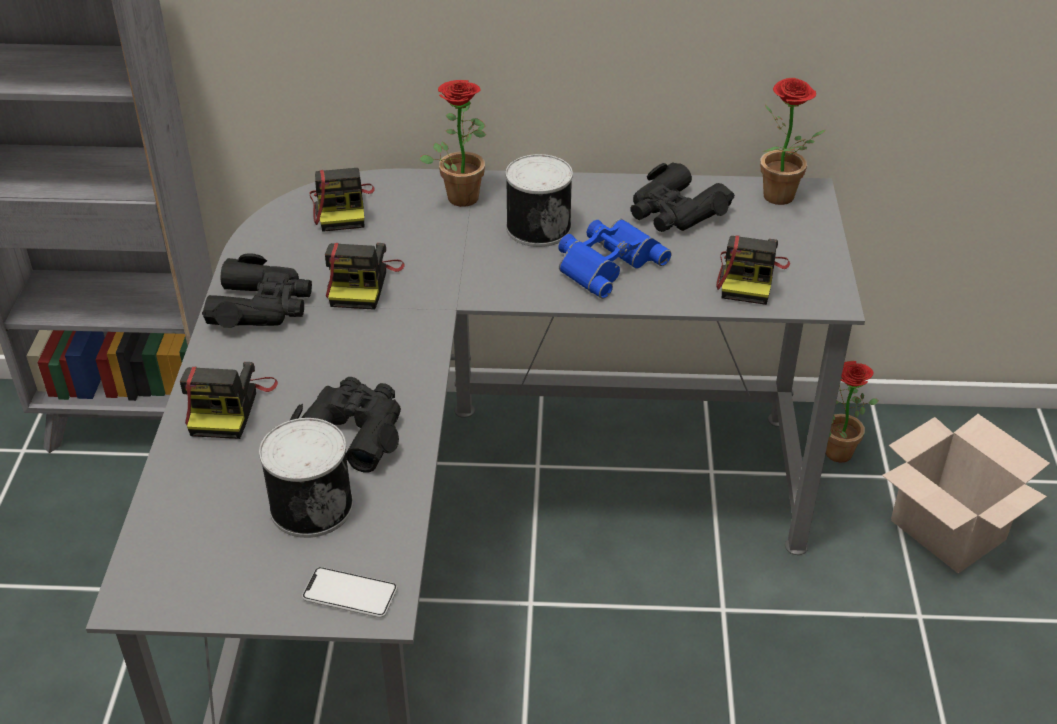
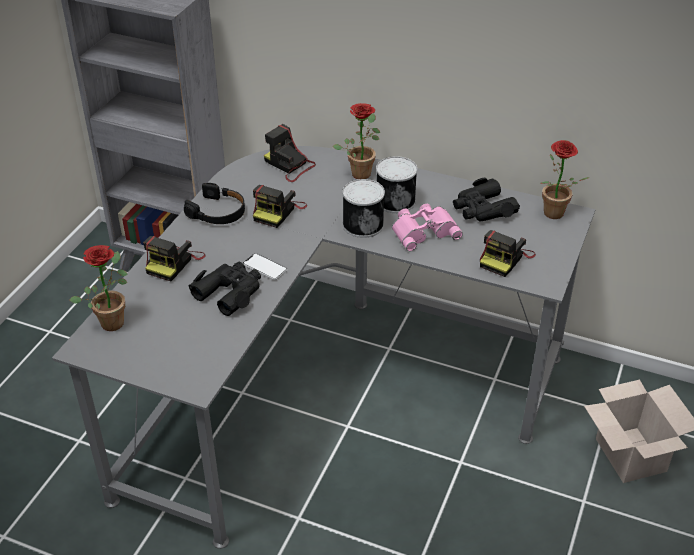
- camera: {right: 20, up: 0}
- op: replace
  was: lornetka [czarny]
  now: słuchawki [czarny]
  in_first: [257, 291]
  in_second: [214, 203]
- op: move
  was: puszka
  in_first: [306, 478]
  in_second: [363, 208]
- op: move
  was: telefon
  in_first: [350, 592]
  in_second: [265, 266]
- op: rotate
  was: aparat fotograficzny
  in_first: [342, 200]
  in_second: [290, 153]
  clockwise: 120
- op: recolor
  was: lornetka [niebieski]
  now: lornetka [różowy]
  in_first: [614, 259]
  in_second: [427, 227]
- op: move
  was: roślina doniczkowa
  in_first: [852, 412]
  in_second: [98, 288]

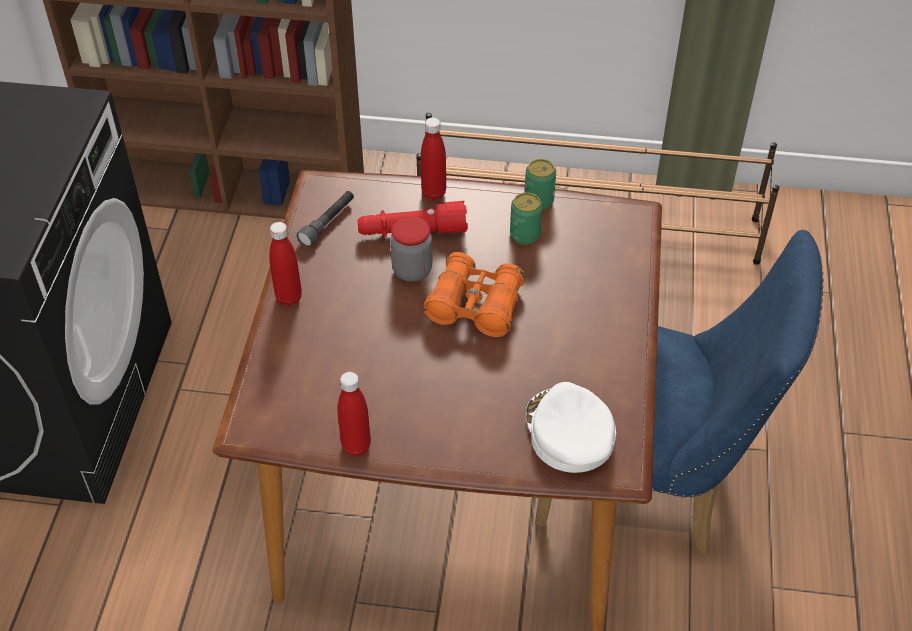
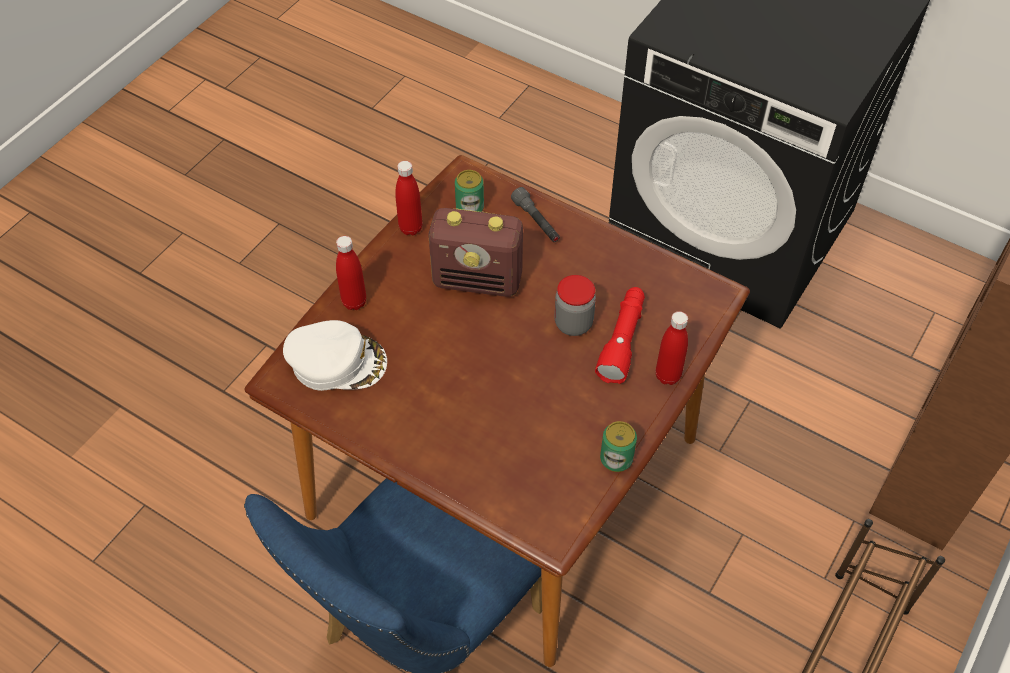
- camera: {right: 115, up: 5}
- op: move
  was: butelka [czerwony]
  in_first: [285, 264]
  in_second: [351, 273]
- op: move
  was: latarka [szary]
  in_first: [325, 219]
  in_second: [535, 214]
- op: delete
  was: lornetka [pomarańczowy]
  in_first: [474, 294]
- op: move
  was: puszka
  in_first: [526, 218]
  in_second: [469, 191]
- op: insert
  now: radio
  in_second: [475, 252]

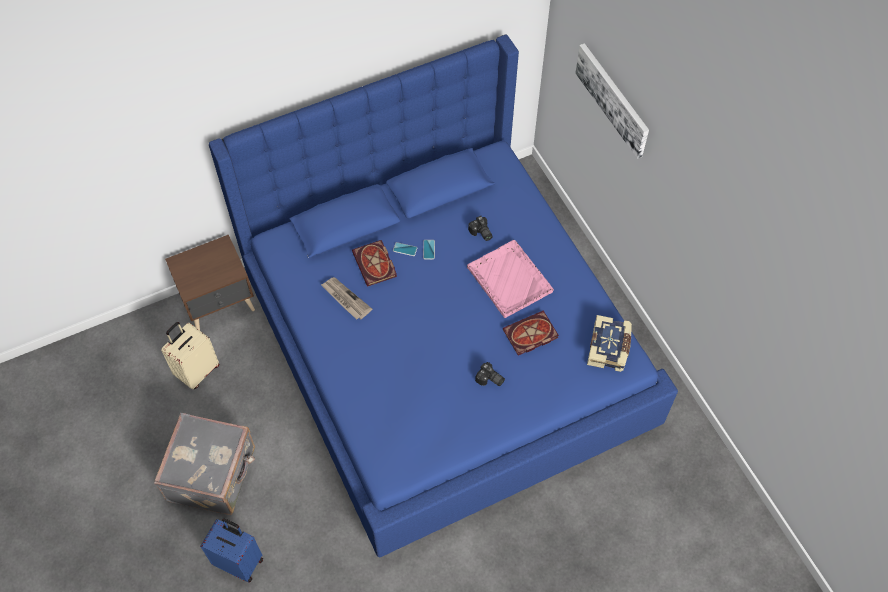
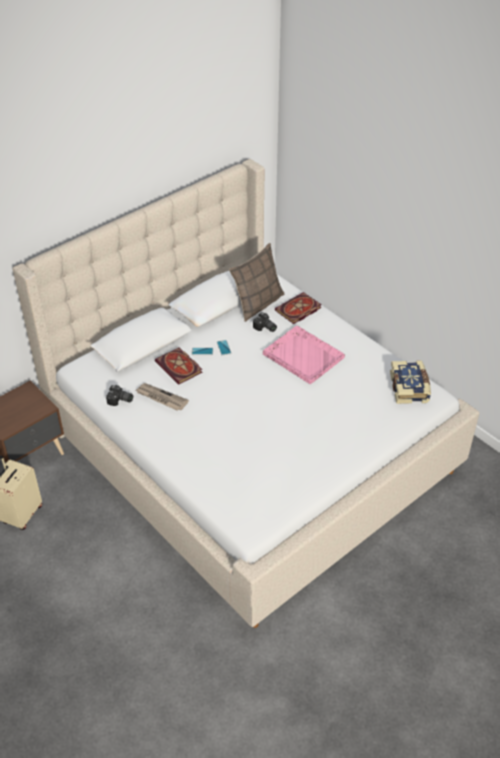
- camera: {right: -15, up: -15}
- op: delete
  was: walizka [szary]
  in_first: [204, 464]
- op: delete
  was: walizka [niebieski]
  in_first: [231, 550]
- op: recolor
  was: łóżko [niebieski]
  now: łóżko [beżowy]
  in_first: [443, 296]
  in_second: [245, 393]
- op: move
  was: aparat fotograficzny
  in_first: [490, 374]
  in_second: [119, 395]
- op: move
  was: książka
  in_first: [531, 333]
  in_second: [298, 308]
- op: delete
  was: obraz
  in_first: [612, 101]
- op: insert
  now: poduszka
  in_second: [256, 282]

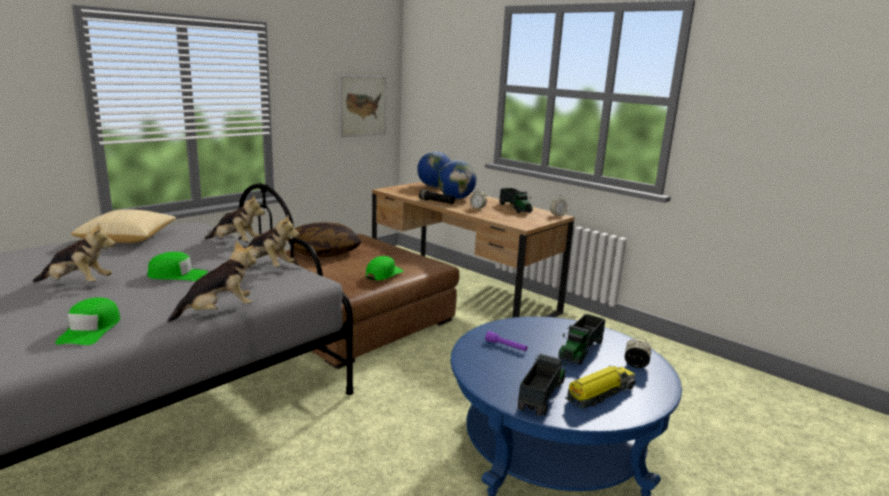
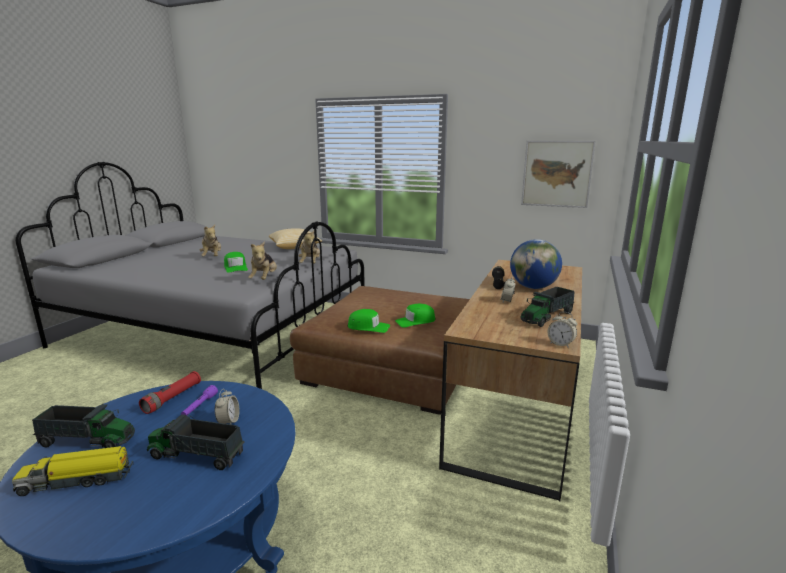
- camera: {right: 70, up: 0}
- op: move
  was: czapka z daszkiem [zielony]
  in_first: [87, 321]
  in_second: [415, 316]
- op: delete
  was: pluszak
  in_first: [212, 282]
- op: delete
  was: poduszka
  in_first: [324, 239]
- op: delete
  was: globus
  in_first: [434, 169]
- op: rotate
  was: ciężarówka zabawkowa
  in_first: [600, 386]
  in_second: [73, 471]
  clockwise: 135
- op: move
  was: budzik
  in_first: [638, 352]
  in_second: [227, 407]
- op: insert
  now: latarka [czerwony]
  in_second: [170, 392]

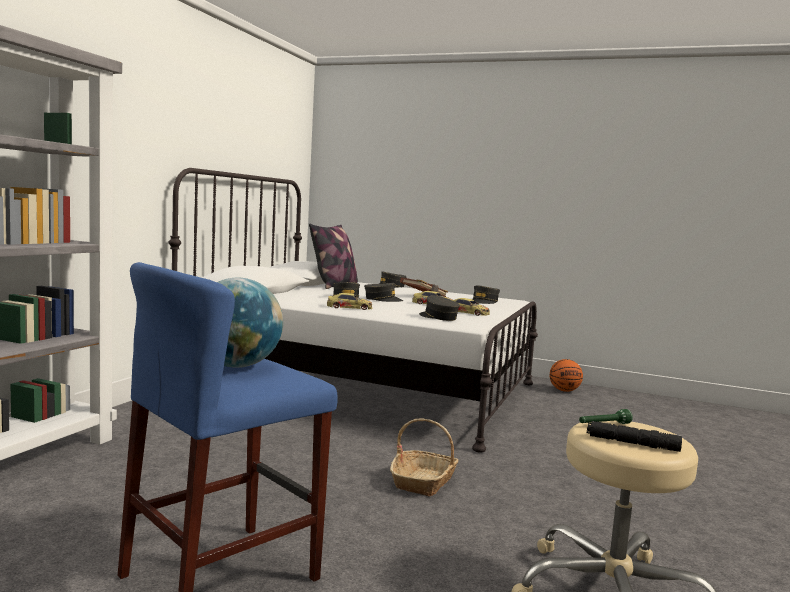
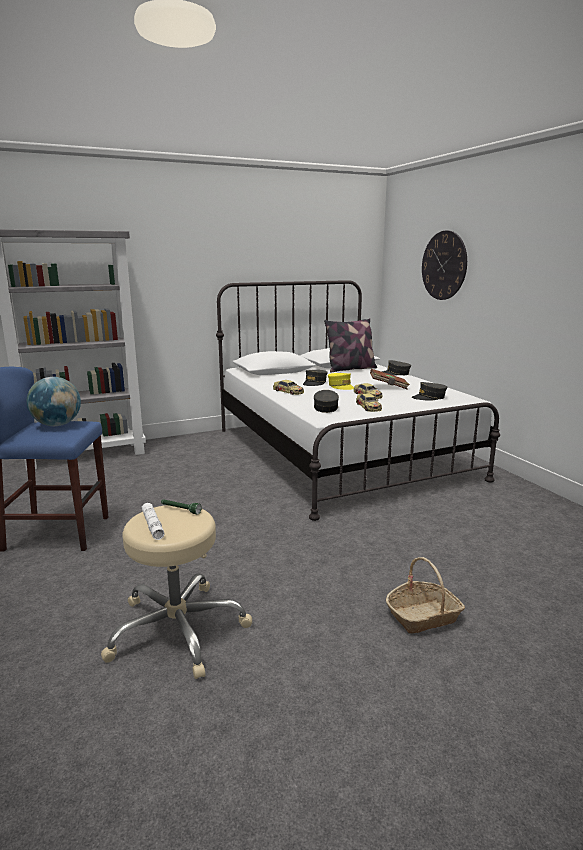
- camera: {right: 45, up: 10}
- op: recolor
  was: czapka z daszkiem [szary]
  now: czapka z daszkiem [żółty]
  in_first: [384, 292]
  in_second: [341, 381]
- op: move
  was: koszyk
  in_first: [424, 458]
  in_second: [425, 595]
- op: delete
  was: piłka do koszykówki
  in_first: [566, 375]
- op: recolor
  was: latarka [czarny]
  now: latarka [biały]
  in_first: [634, 436]
  in_second: [152, 521]
- op: insert
  now: zegar ścienny
  in_second: [444, 265]

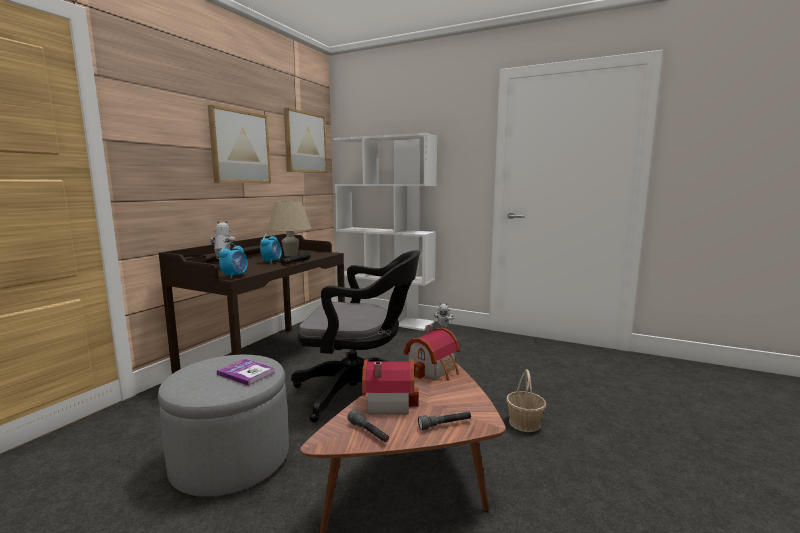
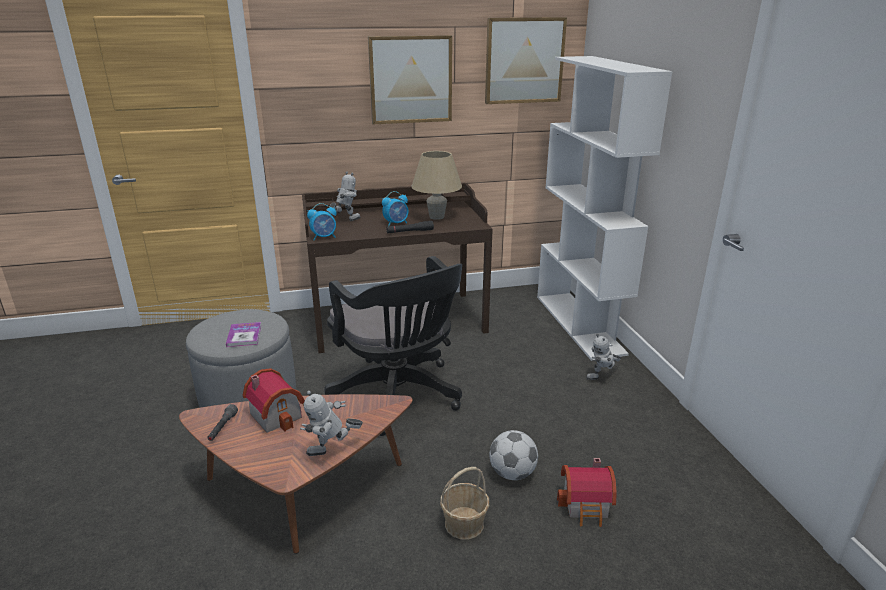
- camera: {right: 50, up: 15}
- op: move
  was: domek
  in_first: [432, 352]
  in_second: [587, 492]
- op: delete
  was: latarka [szary]
  in_first: [444, 421]
- op: insert
  now: robot zabawkowy
  in_second: [331, 423]
- op: insert
  now: piłka futbolowa
  in_second: [513, 455]

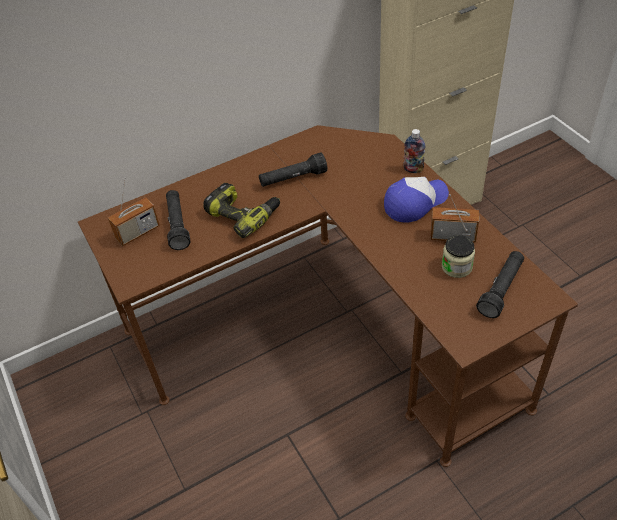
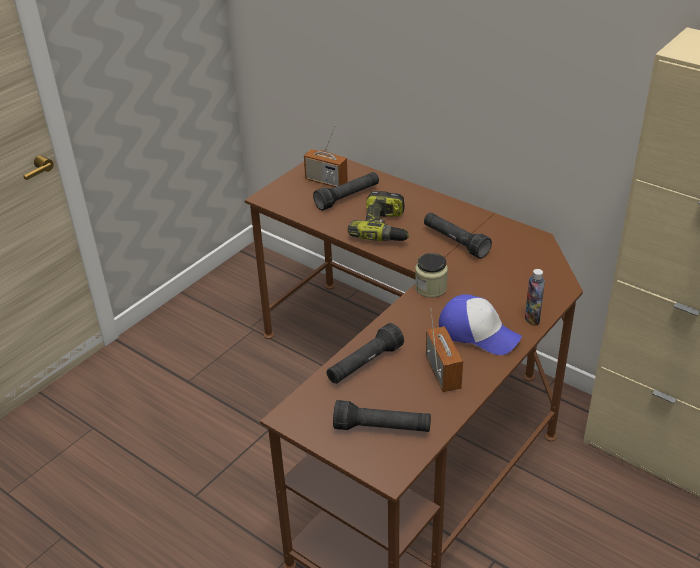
- camera: {right: 65, up: -10}
- op: move
  was: słoik
  in_first: [458, 256]
  in_second: [431, 275]
- op: insert
  now: latarka [czarny]
  in_second: [365, 353]

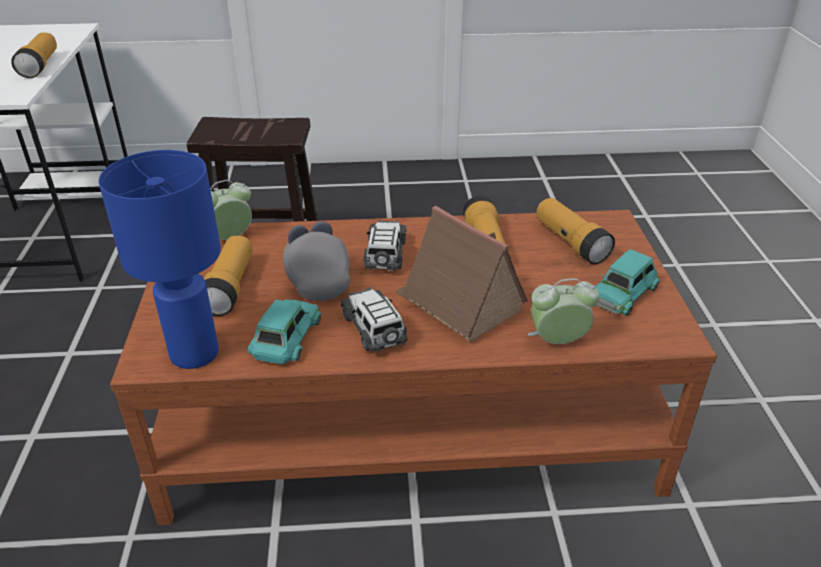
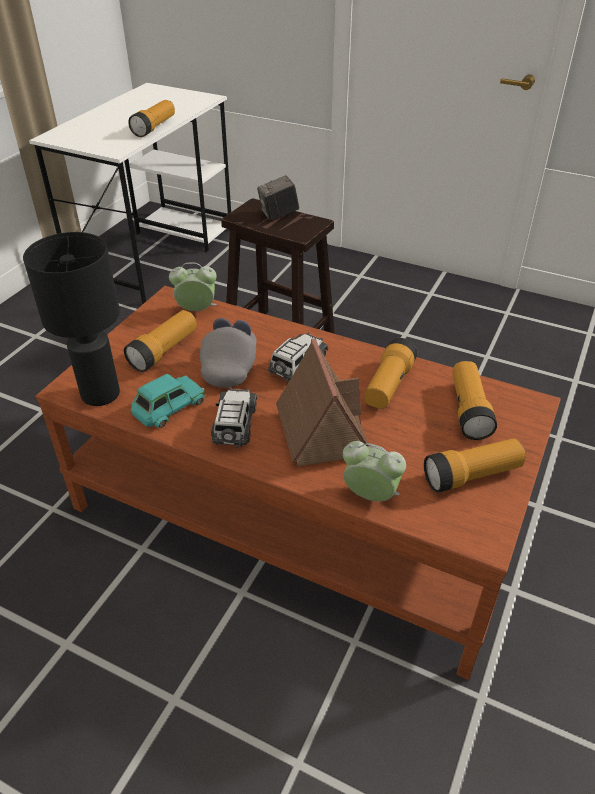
- camera: {right: 30, up: 5}
- op: recolor
  was: lampa stołowa [niebieski]
  now: lampa stołowa [czarny]
  in_first: [160, 259]
  in_second: [71, 319]
- op: replace
  was: samochodzik [turkusowy]
  now: latarka
  in_first: [627, 282]
  in_second: [475, 465]
- op: insert
  now: aparat fotograficzny
  in_second: [278, 198]

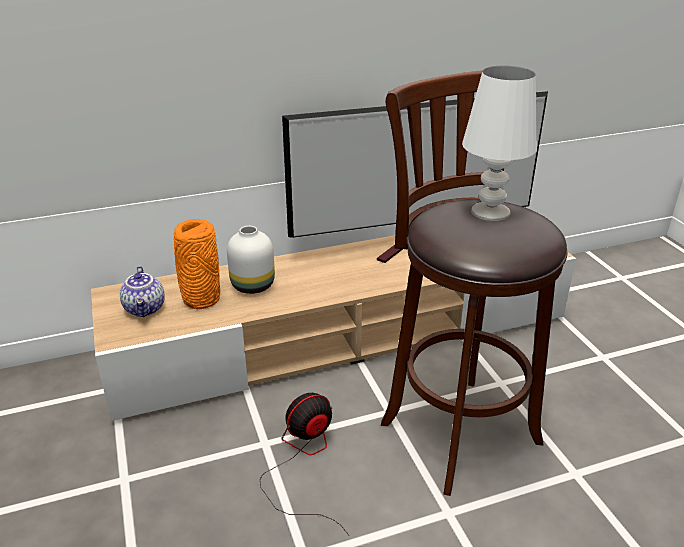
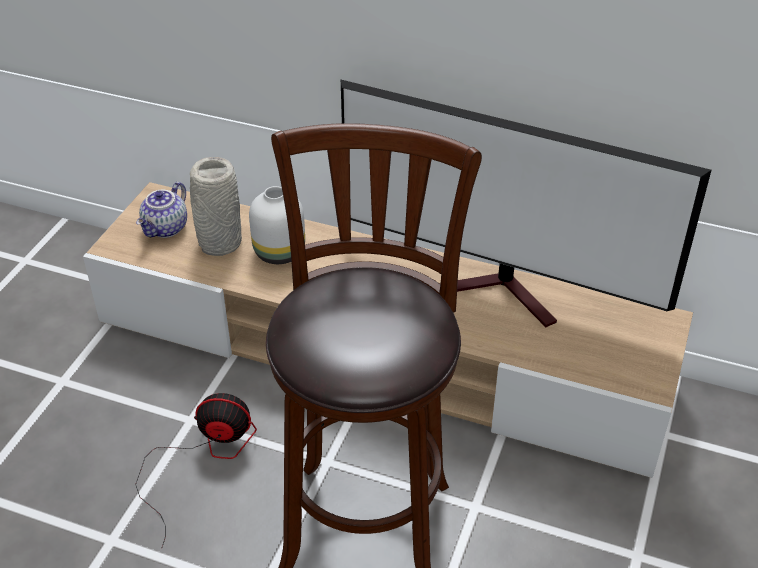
- camera: {right: 40, up: 10}
- op: recolor
  was: wazon [pomarańczowy]
  now: wazon [szary]
  in_first: [197, 264]
  in_second: [216, 206]
- op: delete
  was: lampa stołowa [biały]
  in_first: [499, 143]

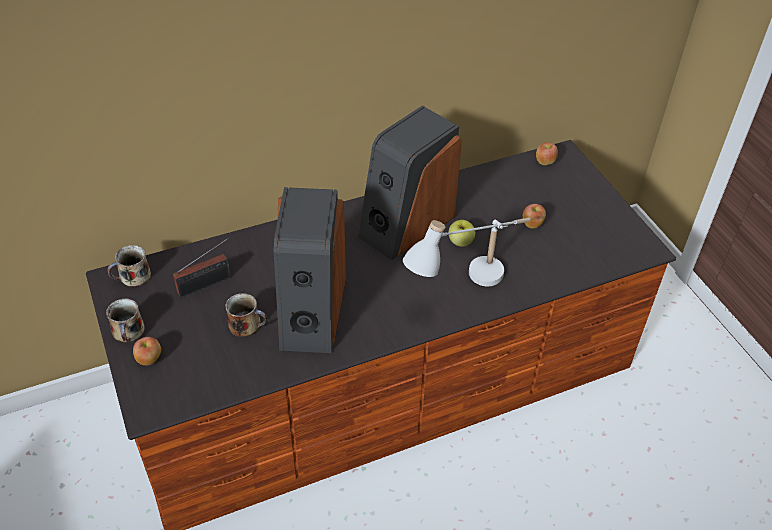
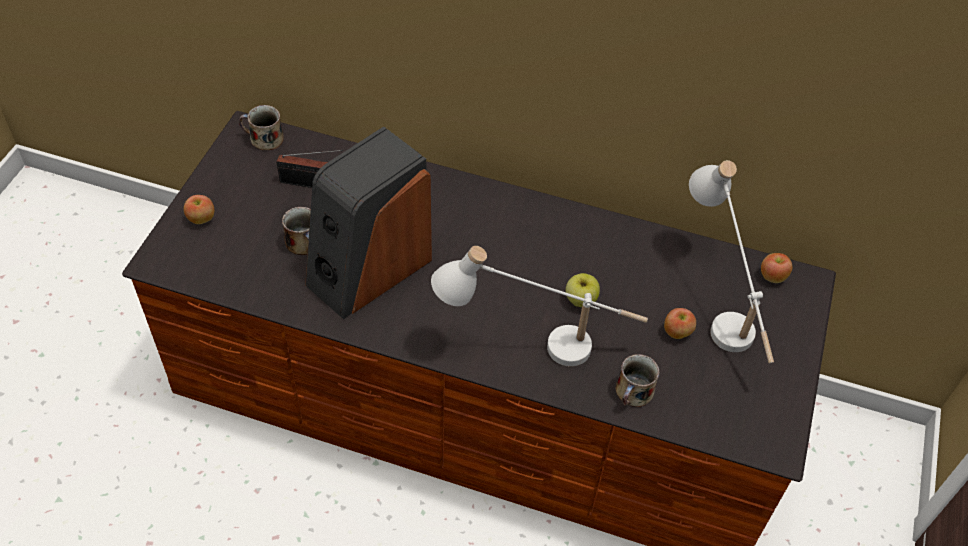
- camera: {right: 40, up: 5}
- op: move
  was: kubek
  in_first: [125, 320]
  in_second: [637, 380]
- op: delete
  was: głośnik
  in_first: [410, 183]
- op: insert
  now: lampa stołowa [biały]
  in_second: [731, 261]

